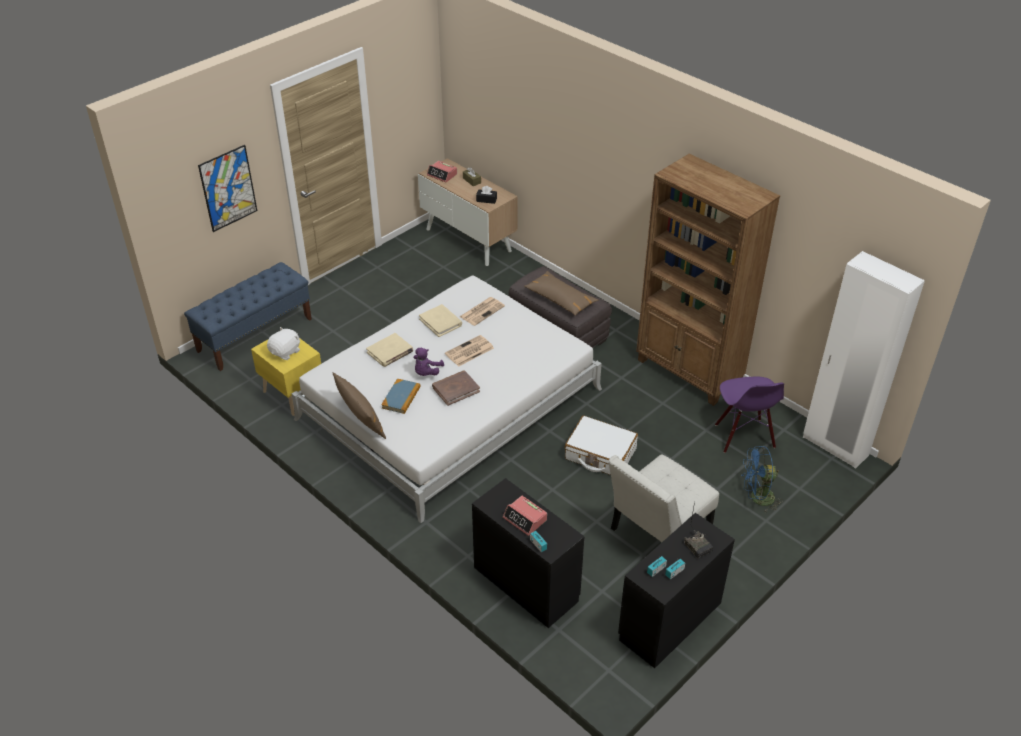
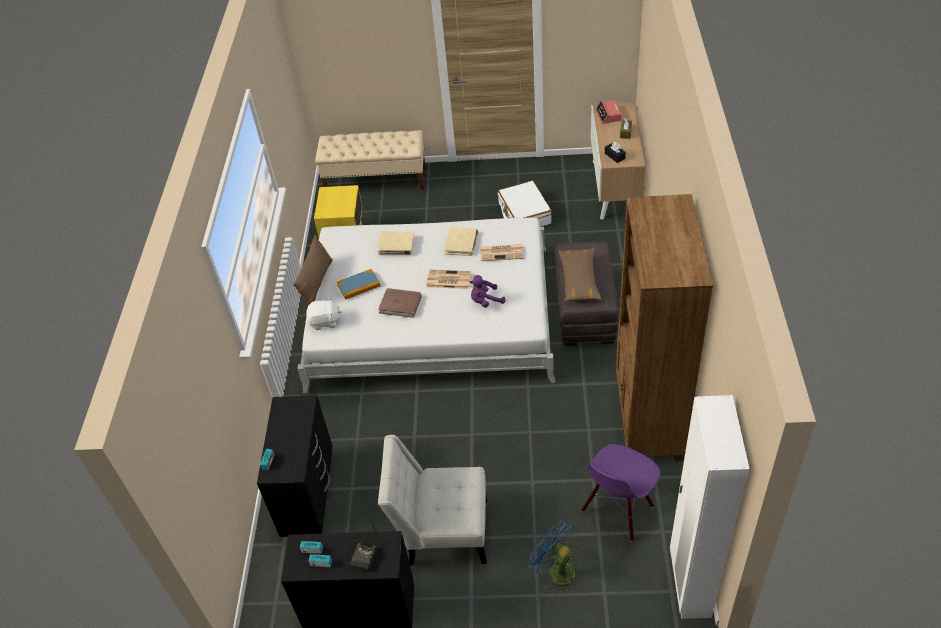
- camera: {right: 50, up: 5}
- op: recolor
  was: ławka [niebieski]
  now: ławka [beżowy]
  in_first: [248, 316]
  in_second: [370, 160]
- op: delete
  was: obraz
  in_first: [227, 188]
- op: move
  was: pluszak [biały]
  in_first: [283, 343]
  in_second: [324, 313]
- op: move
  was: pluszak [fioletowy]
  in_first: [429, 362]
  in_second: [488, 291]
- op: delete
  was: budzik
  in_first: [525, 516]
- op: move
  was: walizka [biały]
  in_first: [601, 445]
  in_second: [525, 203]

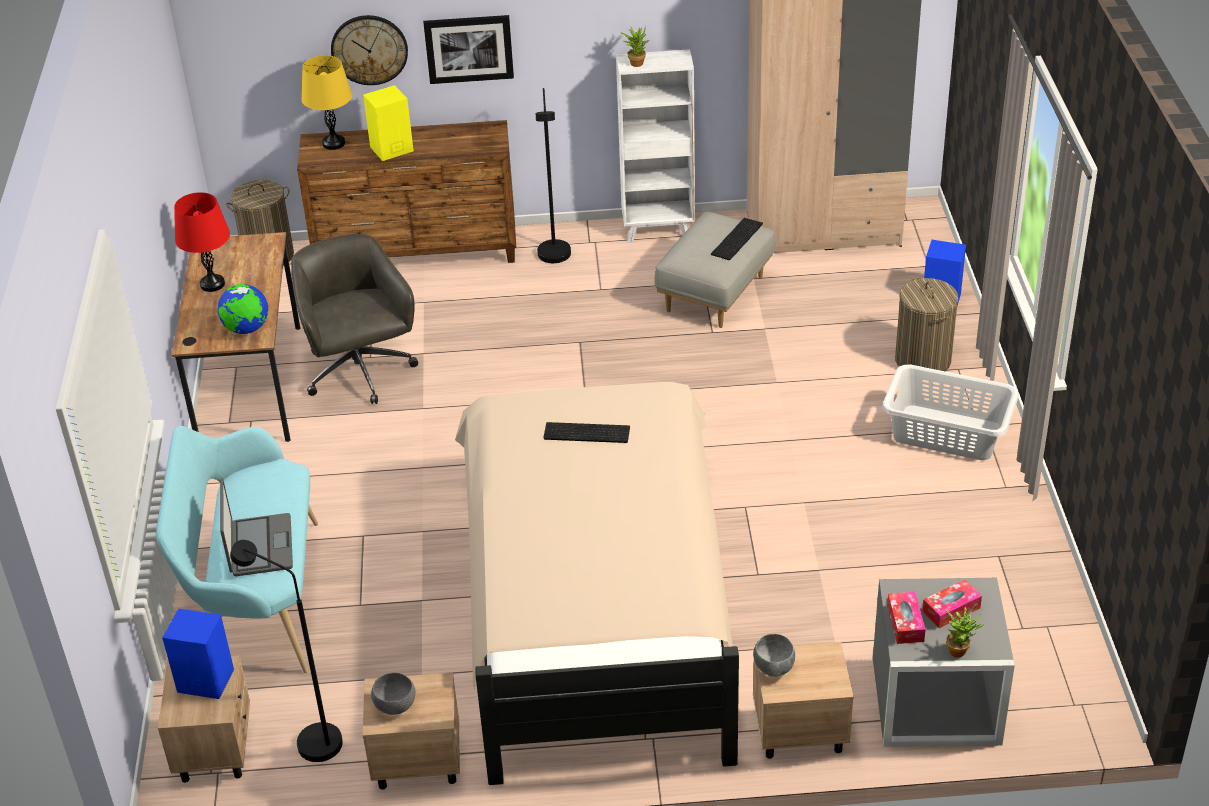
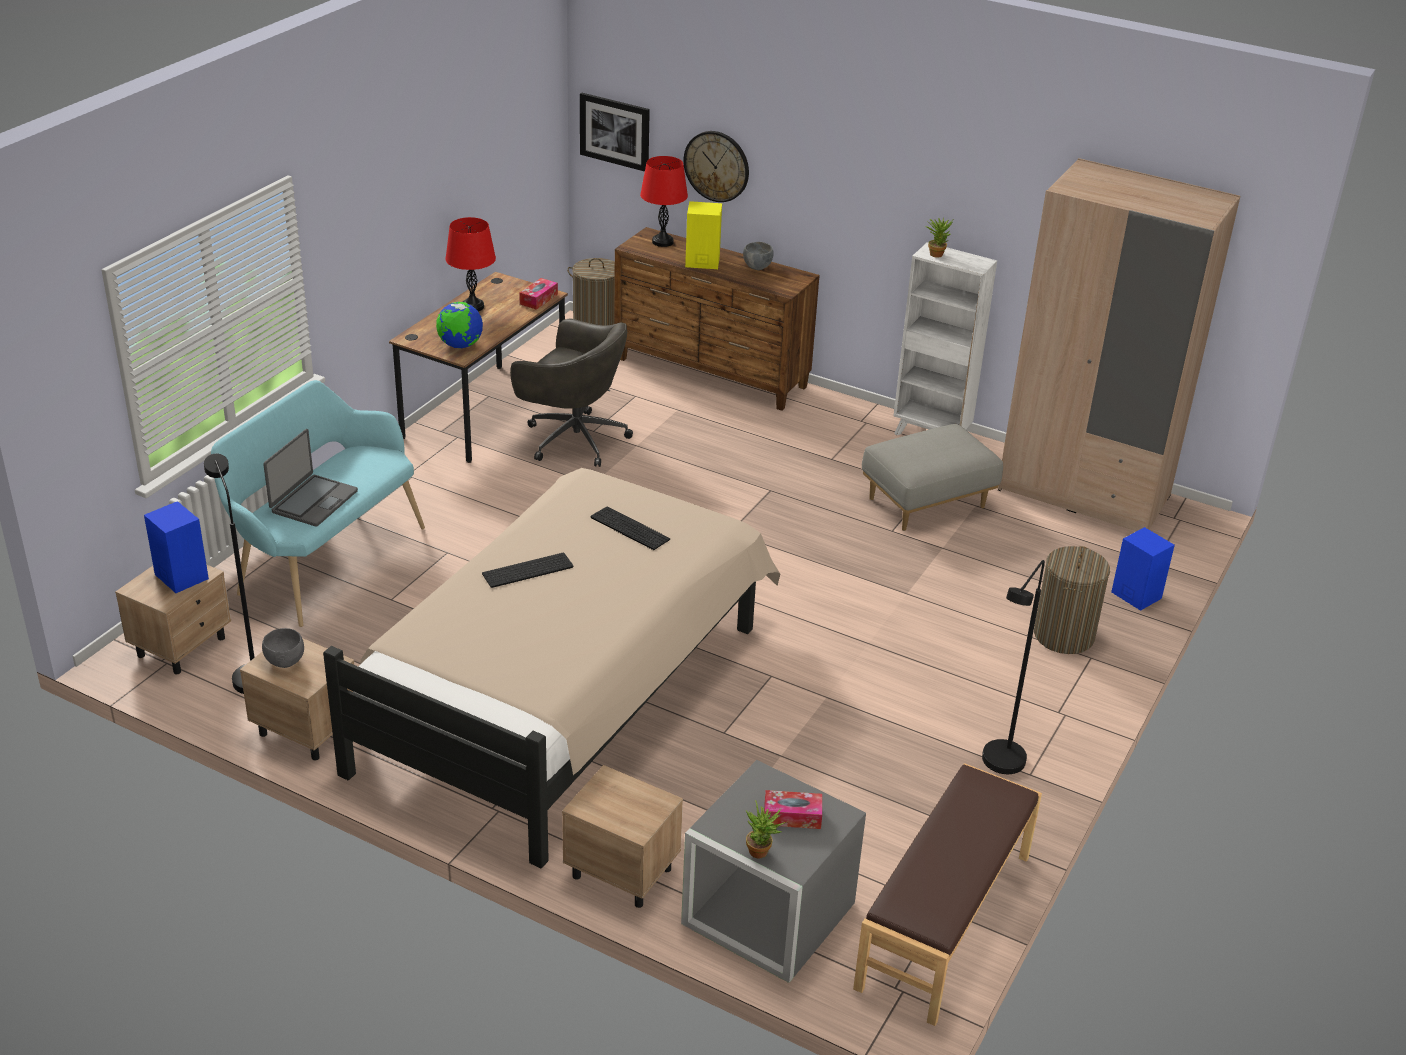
- camera: {right: 30, up: -5}
- op: rotate
  was: krzesło biurowe [szary]
  in_first: [354, 319]
  in_second: [571, 393]
  clockwise: 105
- op: recolor
  was: lampa stołowa [żółty]
  now: lampa stołowa [czerwony]
  in_first: [327, 102]
  in_second: [664, 201]
- op: move
  was: obraz
  in_first: [468, 49]
  in_second: [615, 132]
- op: move
  was: lampa stojąca [czarny]
  in_first: [553, 175]
  in_second: [1013, 667]
- op: move
  was: klawiatura
  in_first: [737, 239]
  in_second: [527, 570]
- op: move
  was: miska [szary]
  in_first: [774, 655]
  in_second: [758, 256]
- op: delete
  was: kosz na pranie [szary]
  in_first: [950, 412]
- op: move
  was: pudełko chusteczek
  in_first: [906, 618]
  in_second: [538, 294]
- op: insert
  now: ławka [brązowy]
  in_second: [947, 894]

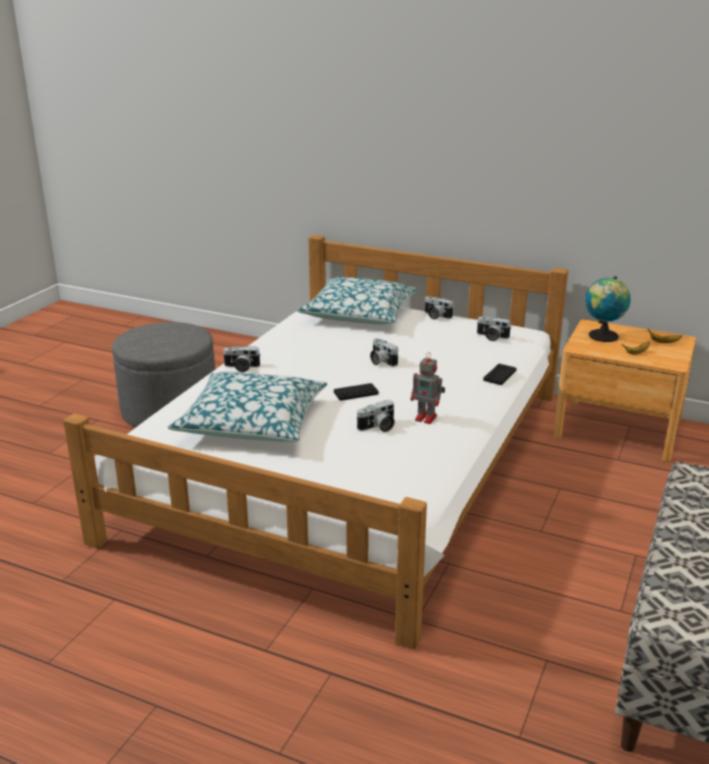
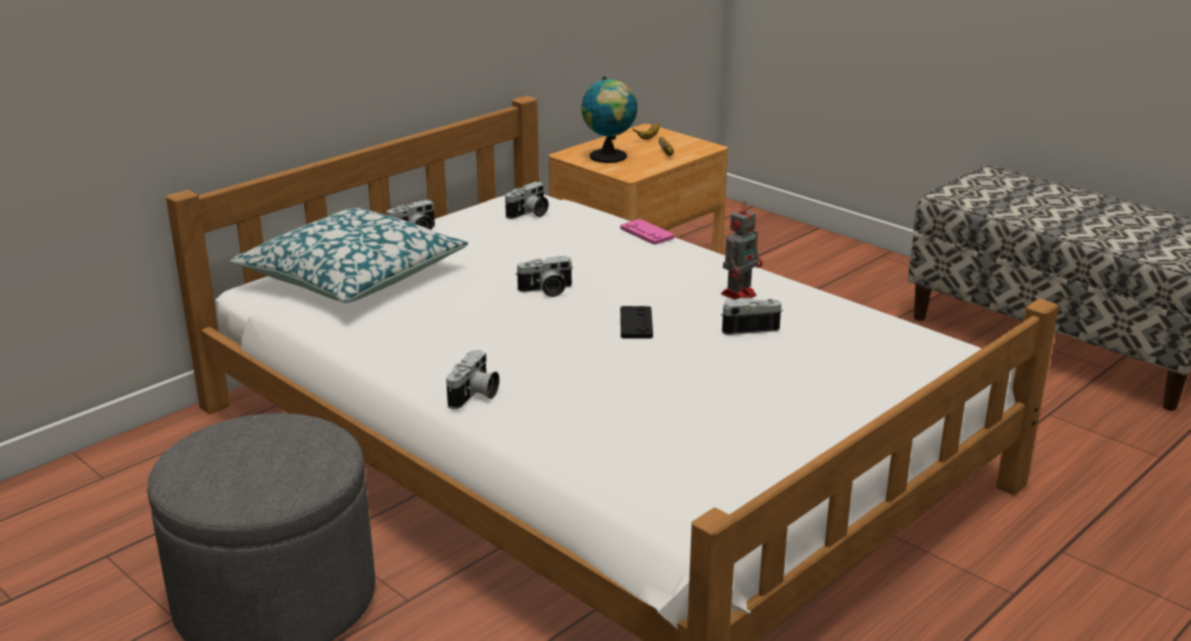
- camera: {right: -70, up: 0}
- op: delete
  was: poduszka
  in_first: [247, 407]
- op: rotate
  was: aparat fotograficzny
  in_first: [375, 416]
  in_second: [752, 316]
  clockwise: -90
- op: recolor
  was: pad do gier [czarny]
  now: pad do gier [różowy]
  in_first: [500, 374]
  in_second: [647, 232]

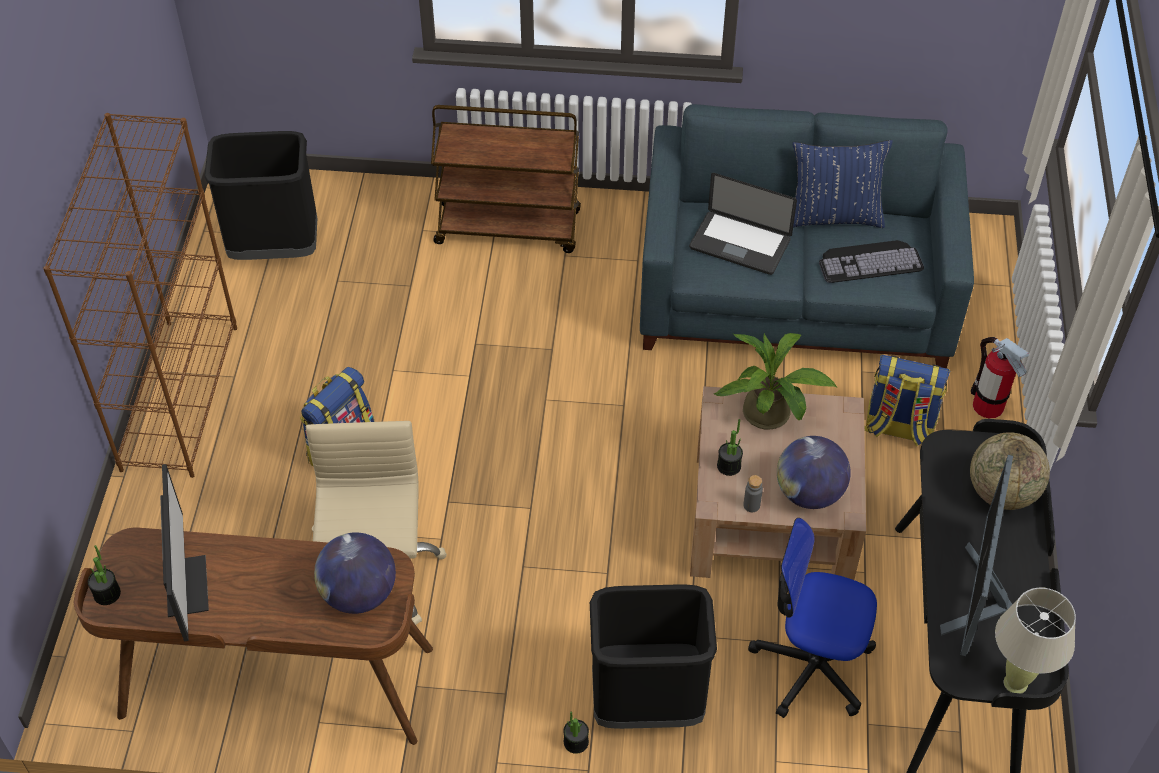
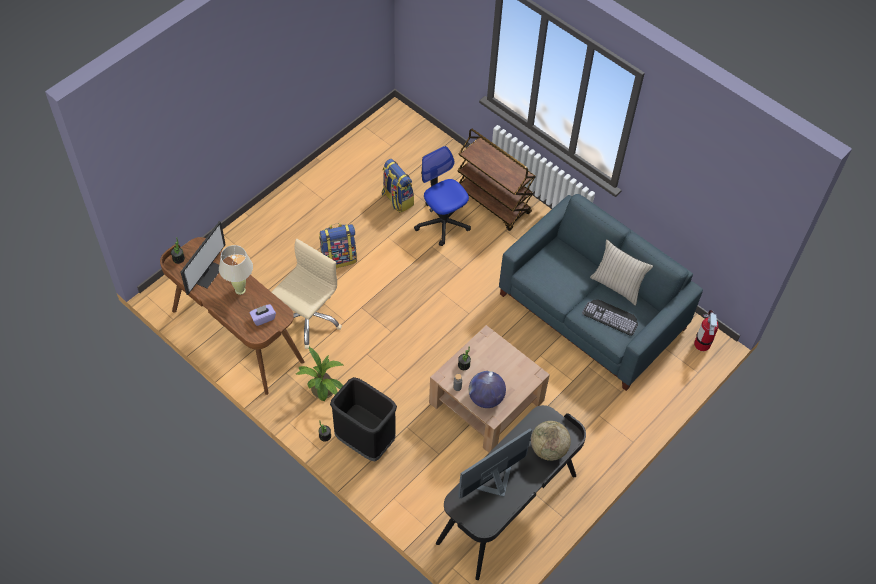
- camera: {right: 35, up: 5}
- op: delete
  was: regał [brązowy]
  in_first: [140, 295]
- op: delete
  was: kosz na śmieci [czarny]
  in_first: [260, 195]
- op: replace
  was: globus
  now: pudełko chusteczek [fioletowy]
  in_first: [355, 573]
  in_second: [262, 315]
- op: delete
  was: laptop
  in_first: [743, 224]
- op: move
  was: roślina doniczkowa
  in_first: [775, 381]
  in_second: [319, 373]
- op: move
  was: krzesło biurowe
  in_first: [812, 618]
  in_second: [442, 196]
- op: recolor
  was: poduszka [niebieski]
  now: poduszka [beżowy]
  in_first: [842, 184]
  in_second: [621, 272]
- op: move
  was: plecak
  in_first: [907, 401]
  in_second: [398, 186]
- op: move
  was: gaśnica
  in_first: [1000, 378]
  in_second: [706, 330]
- op: move
  was: lampa stołowa [beżowy]
  in_first: [1035, 641]
  in_second: [236, 270]

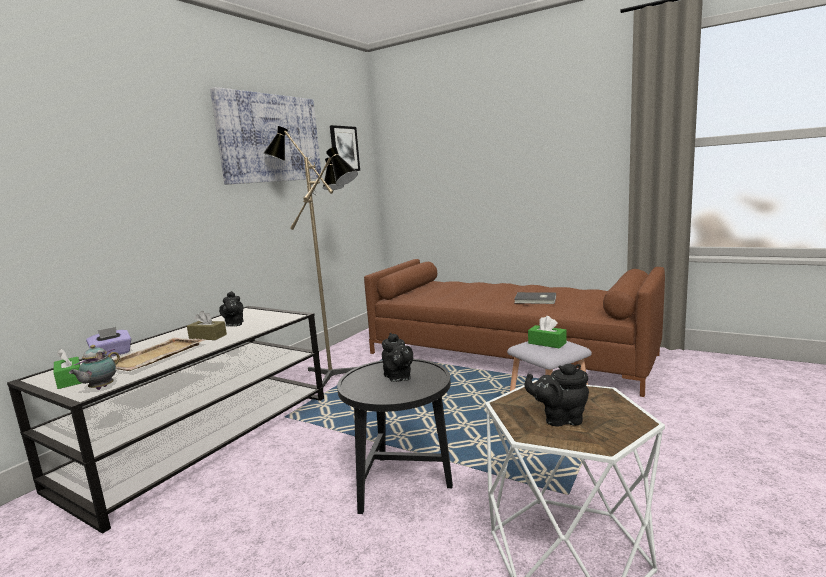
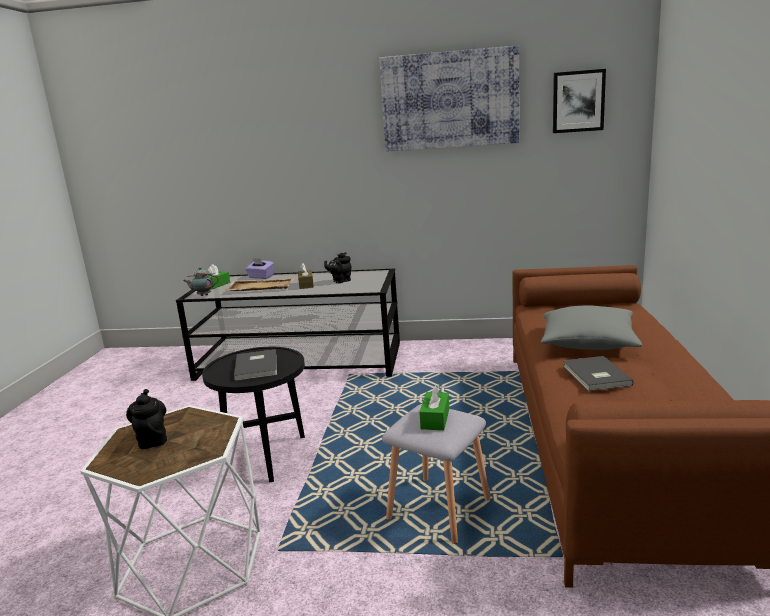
- camera: {right: 65, up: 5}
- op: delete
  was: lampa stojąca
  in_first: [311, 256]
- op: replace
  was: imbryk [czarny]
  now: książka [szary]
  in_first: [398, 357]
  in_second: [255, 365]
- op: insert
  now: poduszka [szary]
  in_second: [591, 328]

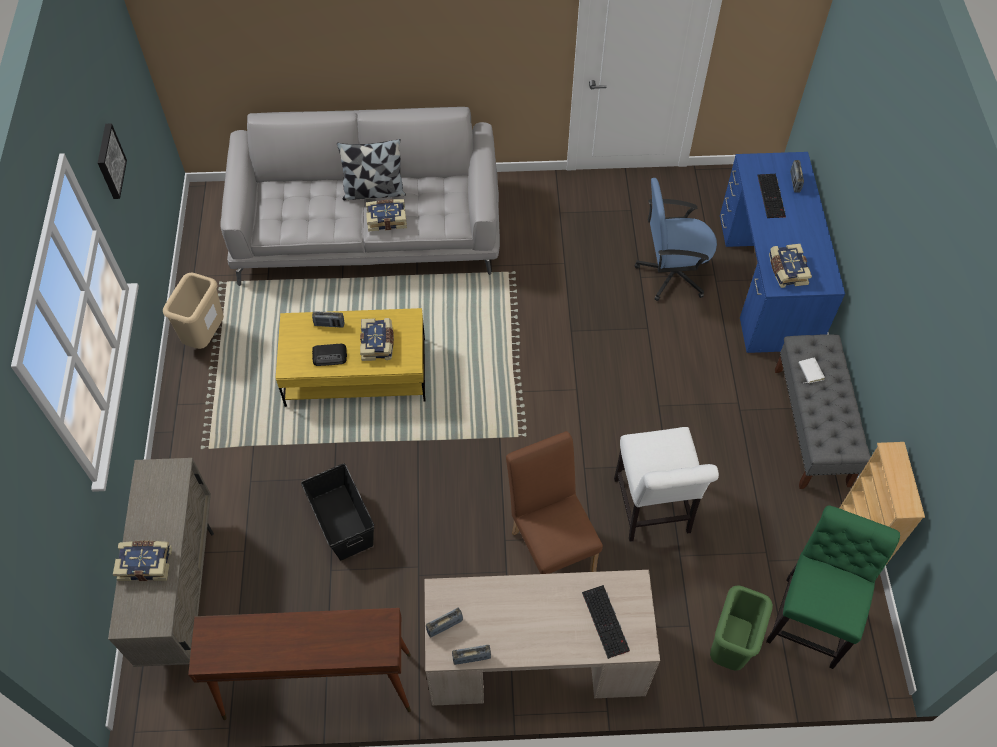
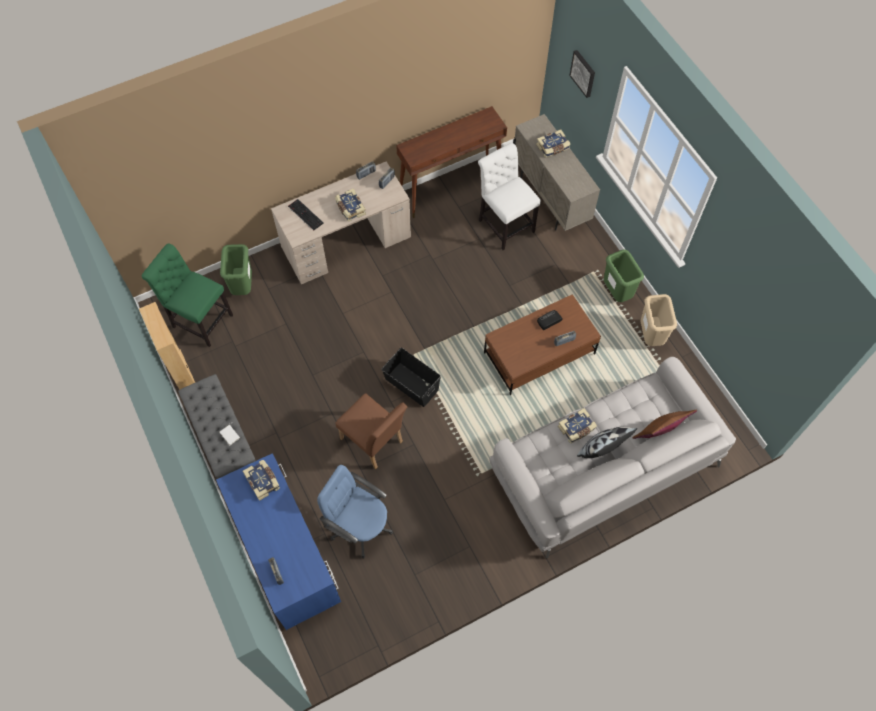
- camera: {right: 155, up: 5}
- op: move
  was: obraz
  in_first: [112, 161]
  in_second: [582, 74]
- op: recolor
  was: ława [żółty]
  now: ława [brązowy]
  in_first: [351, 357]
  in_second: [542, 344]
- op: move
  was: pojemnik do przechowywania [czarny]
  in_first: [337, 511]
  in_second: [411, 377]
- op: move
  was: książka
  in_first: [377, 339]
  in_second: [350, 205]
- op: move
  was: krzesło [brązowy]
  in_first: [554, 502]
  in_second: [371, 431]
- op: move
  was: krzesło [biały]
  in_first: [666, 484]
  in_second: [509, 196]
- op: rotate
  was: krzesło biurowe [niebieski]
  in_first: [675, 239]
  in_second: [355, 511]
  clockwise: -120
- op: delete
  was: klawiatura
  in_first: [772, 196]
- op: rotate
  was: krzesło [zielony]
  in_first: [833, 587]
  in_second: [187, 295]
  clockwise: 120
- op: insert
  now: kosz na śmieci [zielony]
  in_second: [624, 275]
- op: insert
  now: poduszka [brązowy]
  in_second: [664, 424]

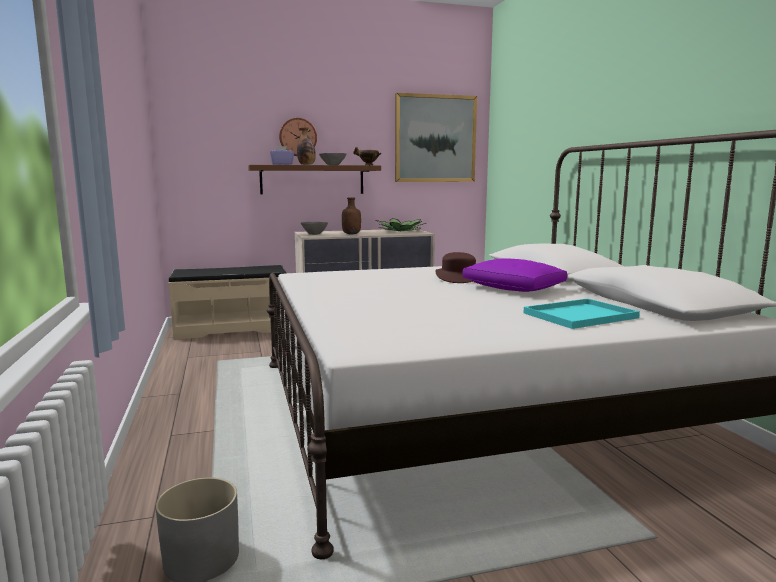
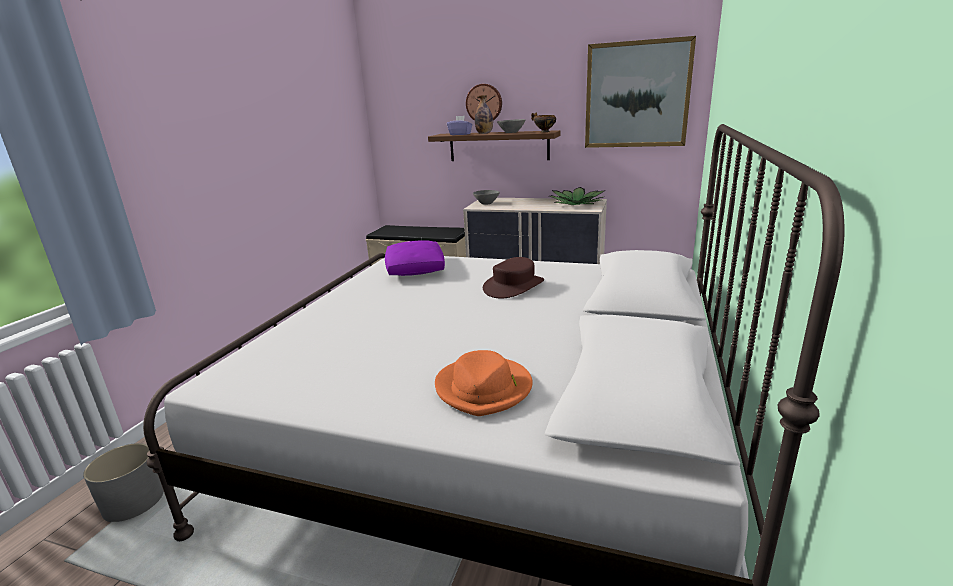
- camera: {right: 35, up: 10}
- op: delete
  was: butelka [brązowy]
  in_first: [351, 215]
- op: move
  was: poduszka [fioletowy]
  in_first: [515, 275]
  in_second: [415, 258]
- op: replace
  was: taca [turkusowy]
  now: kapelusz [pomarańczowy]
  in_first: [581, 313]
  in_second: [484, 383]

